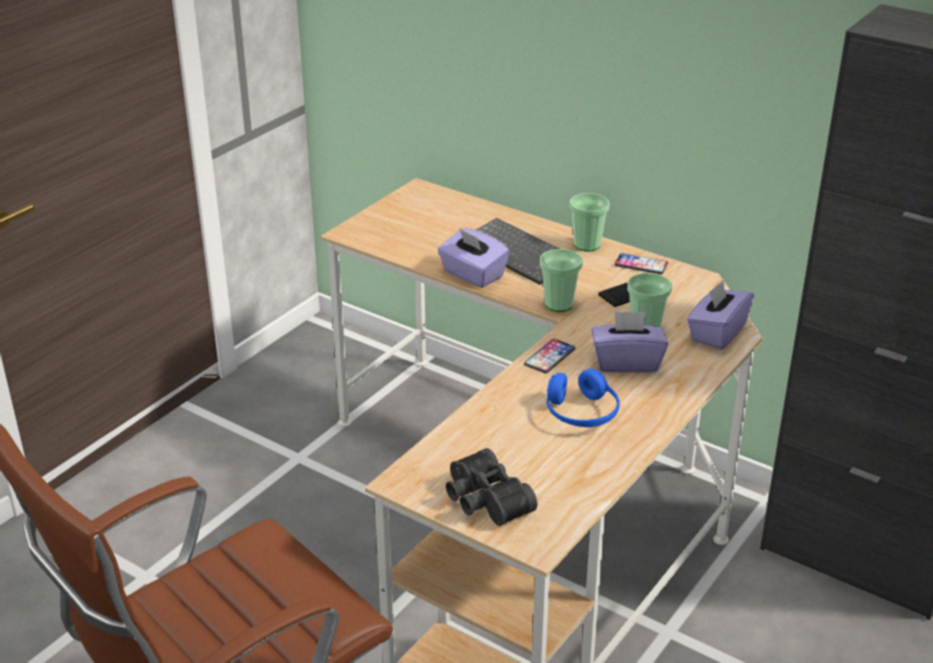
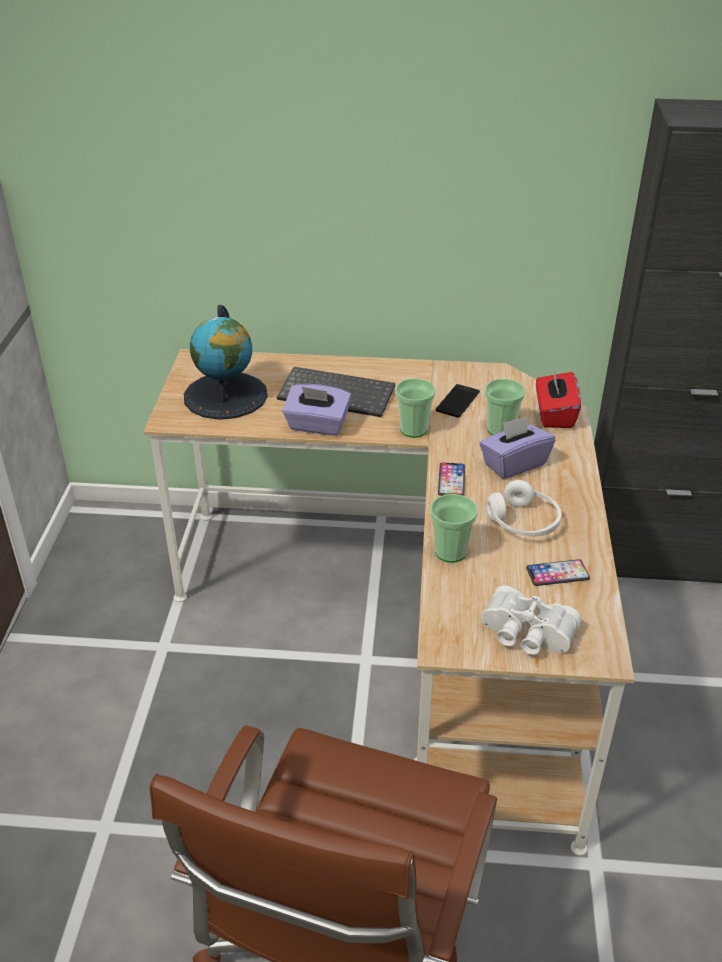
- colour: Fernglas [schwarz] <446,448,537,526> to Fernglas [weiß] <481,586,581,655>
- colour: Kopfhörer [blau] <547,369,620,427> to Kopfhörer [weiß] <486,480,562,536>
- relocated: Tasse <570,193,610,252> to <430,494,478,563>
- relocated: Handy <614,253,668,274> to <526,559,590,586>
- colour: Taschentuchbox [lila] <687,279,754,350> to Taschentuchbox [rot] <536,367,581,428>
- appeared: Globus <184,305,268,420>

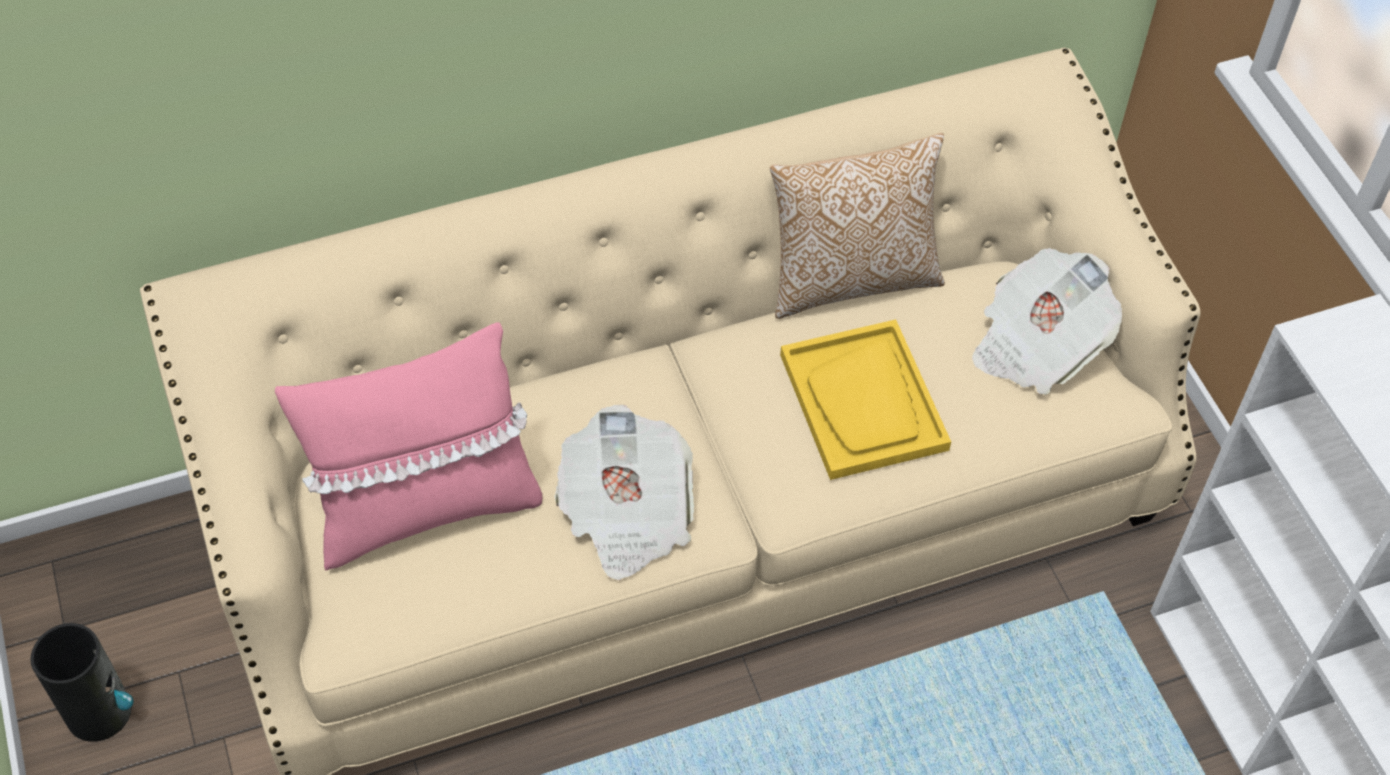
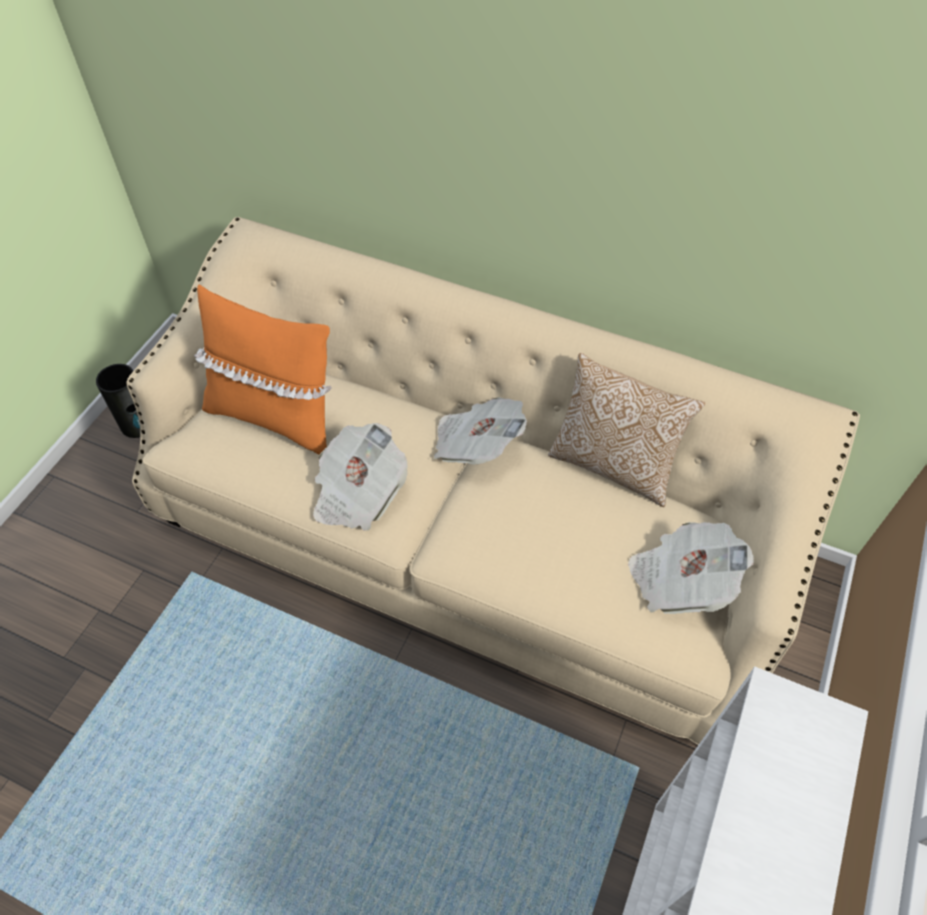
- colour: Kissen [rosa] <275,322,542,570> to Kissen [orange] <194,285,332,455>
- missing: Tablett [gelb] <780,319,951,480>
- appeared: Zeitung <434,397,527,465>

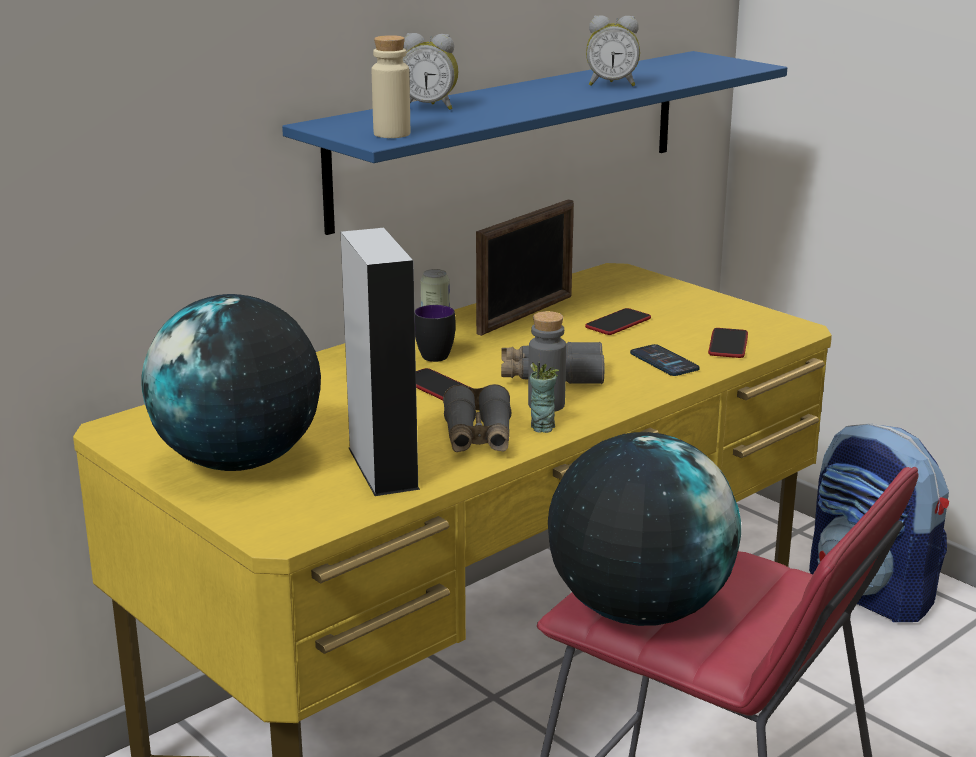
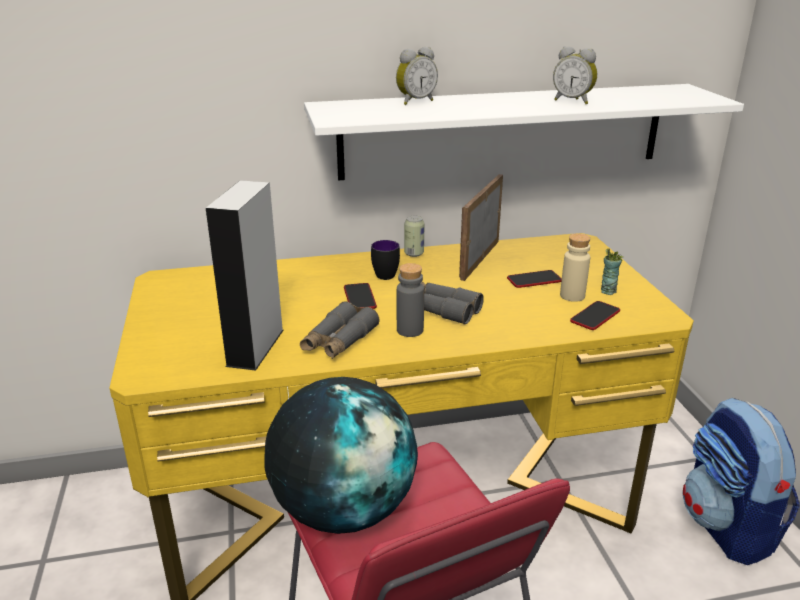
- missing: Globus <141,294,321,471>
- colour: Wandregal [blau] <282,51,787,235> to Wandregal [weiß] <304,84,744,180>
- relocated: Flasche [beige] <372,35,410,138> to <560,233,590,302>
- spun: Wecker <403,33,458,110> = <396,47,438,105> 75 degrees counterclockwise
- spun: Bilderrahmen <476,199,574,336> = <459,174,503,281> 135 degrees clockwise
- relocated: Tasse <530,362,559,433> to <601,249,623,295>
- missing: Handy <630,344,700,376>

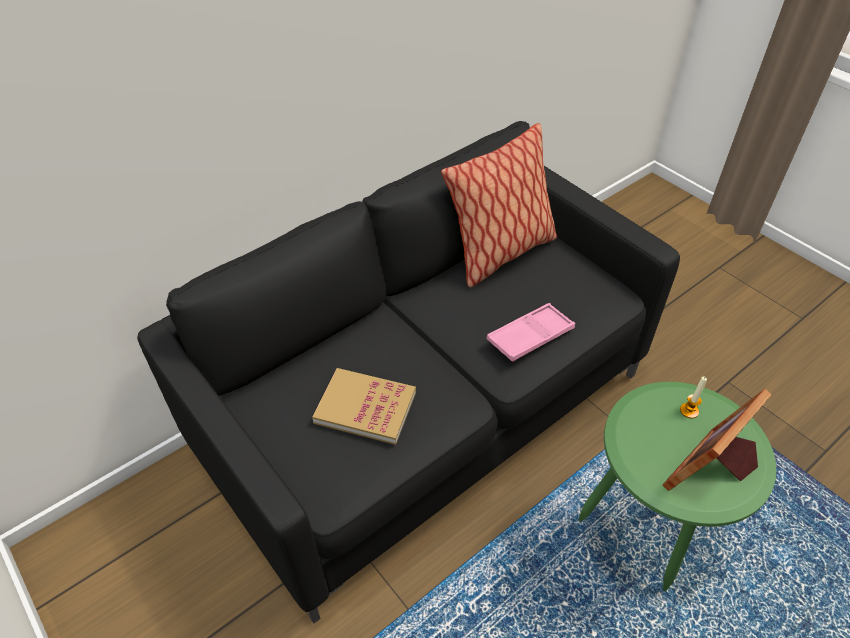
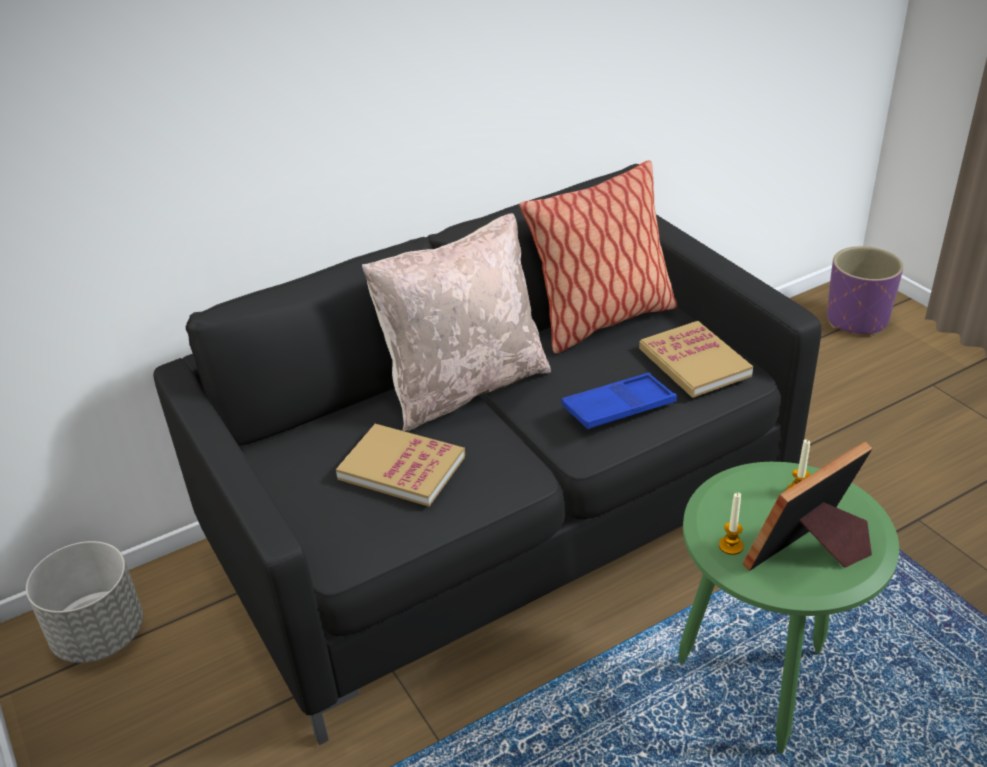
- colour: Tablett [rosa] <487,303,575,362> to Tablett [blau] <561,373,677,429>
- appeared: Pflanzkübel [grau] <26,541,143,663>
- appeared: Kissen [beige] <362,213,551,431>
- appeared: Buch <639,321,753,398>
- appeared: Kerze <719,493,744,555>
- appeared: Pflanzkübel [lila] <827,246,903,336>

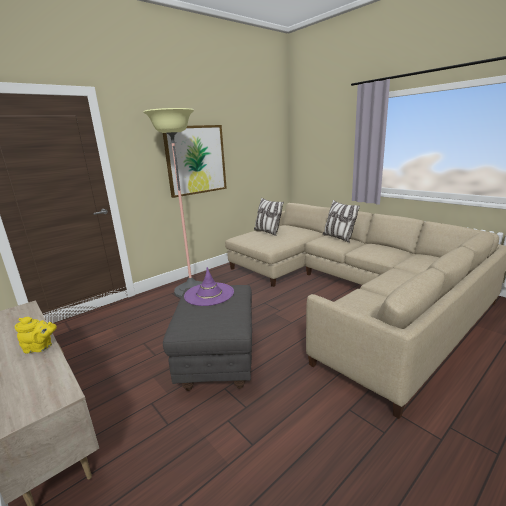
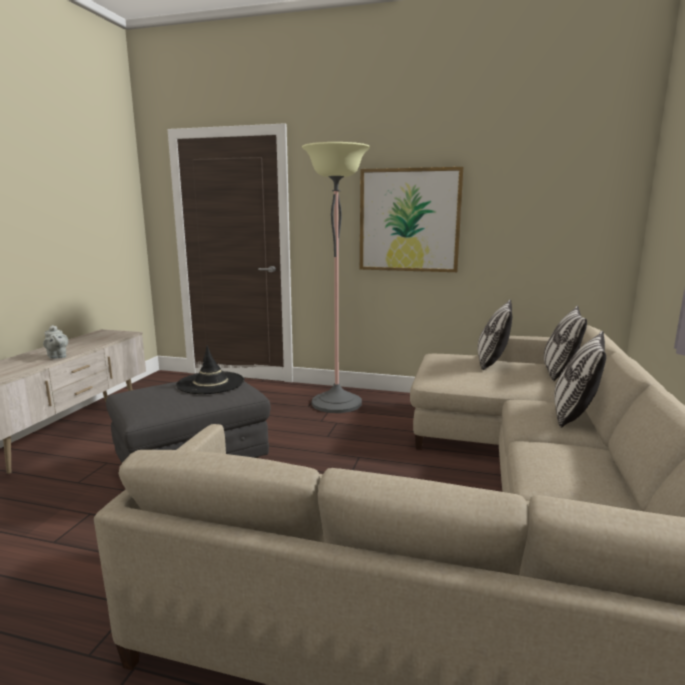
- colour: Teekanne [gelb] <15,317,57,353> to Teekanne [grau] <43,325,68,359>
- colour: Hut [lila] <184,267,234,306> to Hut [schwarz] <176,345,244,394>
- appeared: Kissen <544,305,587,381>

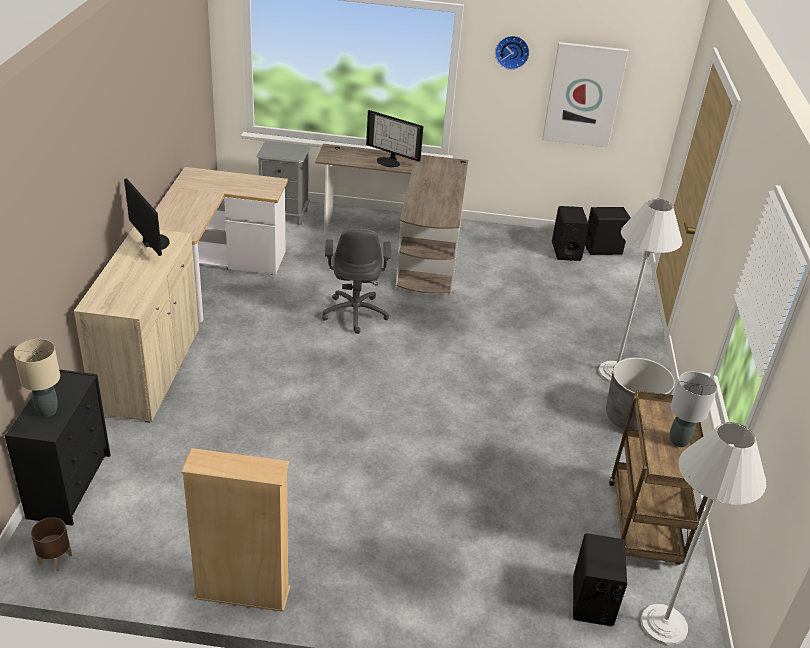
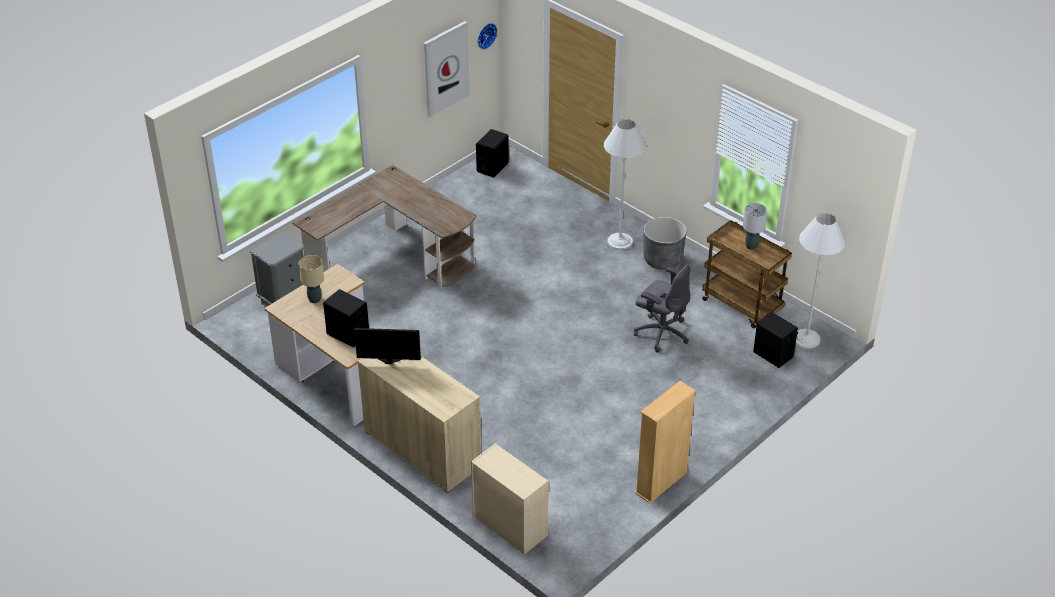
- colour: Kommode [schwarz] <4,369,111,526> to Kommode [beige] <471,443,549,555>
- relocated: Tischlampe [beige] <14,339,60,417> to <299,255,324,303>
- missing: Pflanzkübel [braun] <31,517,72,572>
- relocated: Bürostuhl [grau] <322,229,391,334> to <634,265,690,353>
- missing: Monitor <366,110,423,167>
- relocated: Wanduhr <495,36,530,70> to <478,23,497,50>
- relocated: Lautsprecher [schwarz] <552,206,589,261> to <323,289,369,348>

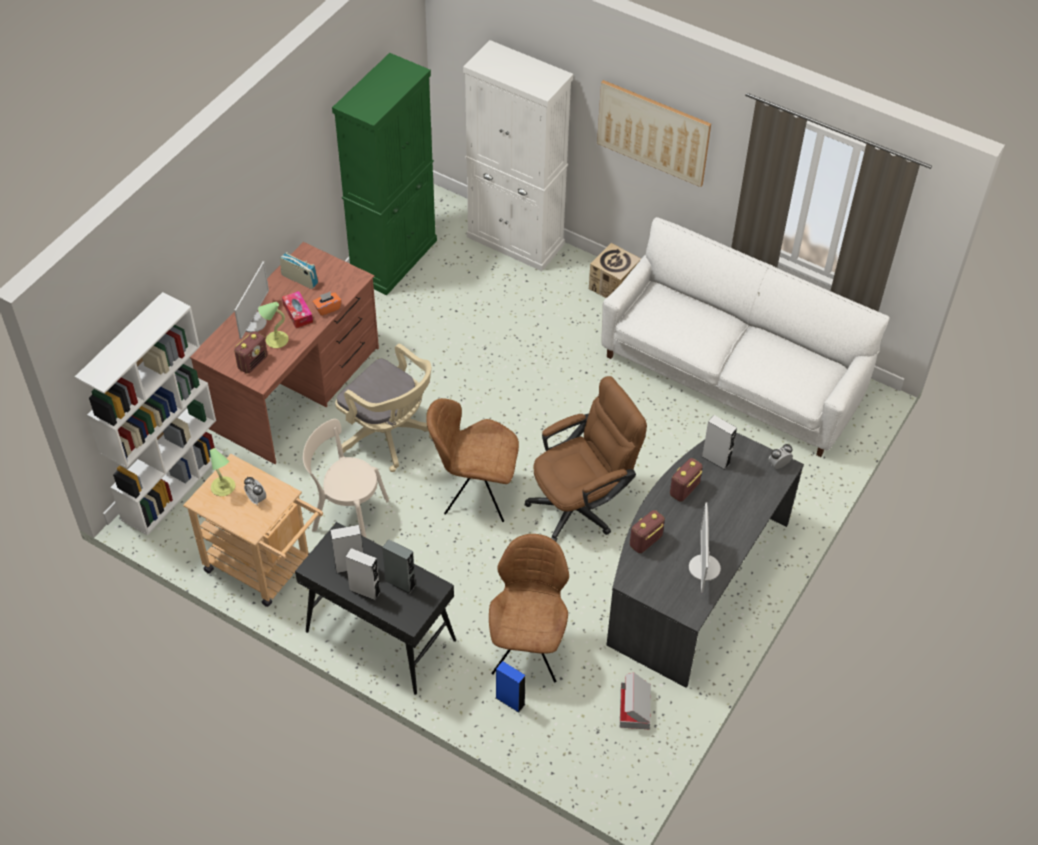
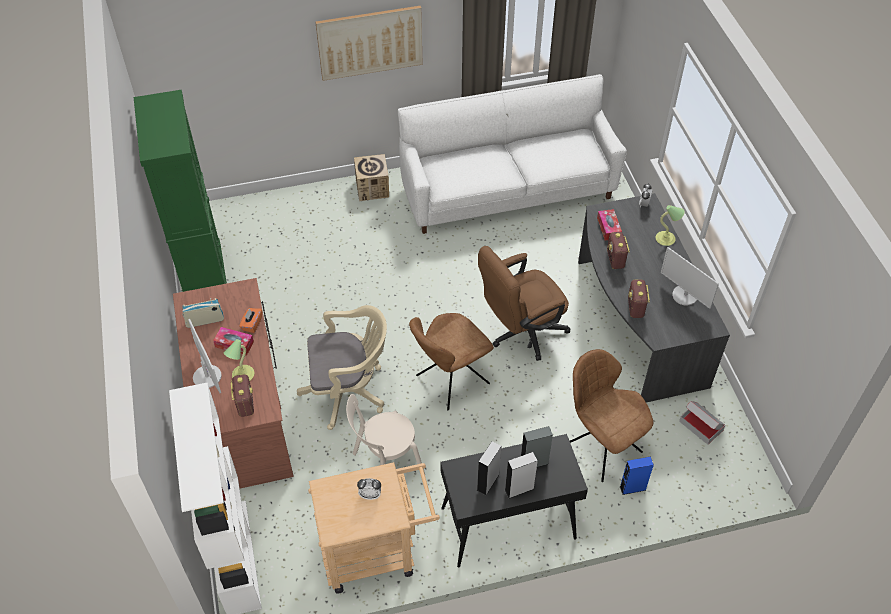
- relocated: Tischlampe <210,448,235,496> to <655,205,685,246>
- missing: Schrank [weiß] <463,40,573,271>
- spun: Bürostuhl [braun] <524,376,647,542> = <478,246,570,361> 135 degrees counterclockwise
- exchanged: Lautsprecher [grau] <702,415,737,470> to Taschentuchbox <597,209,622,241>

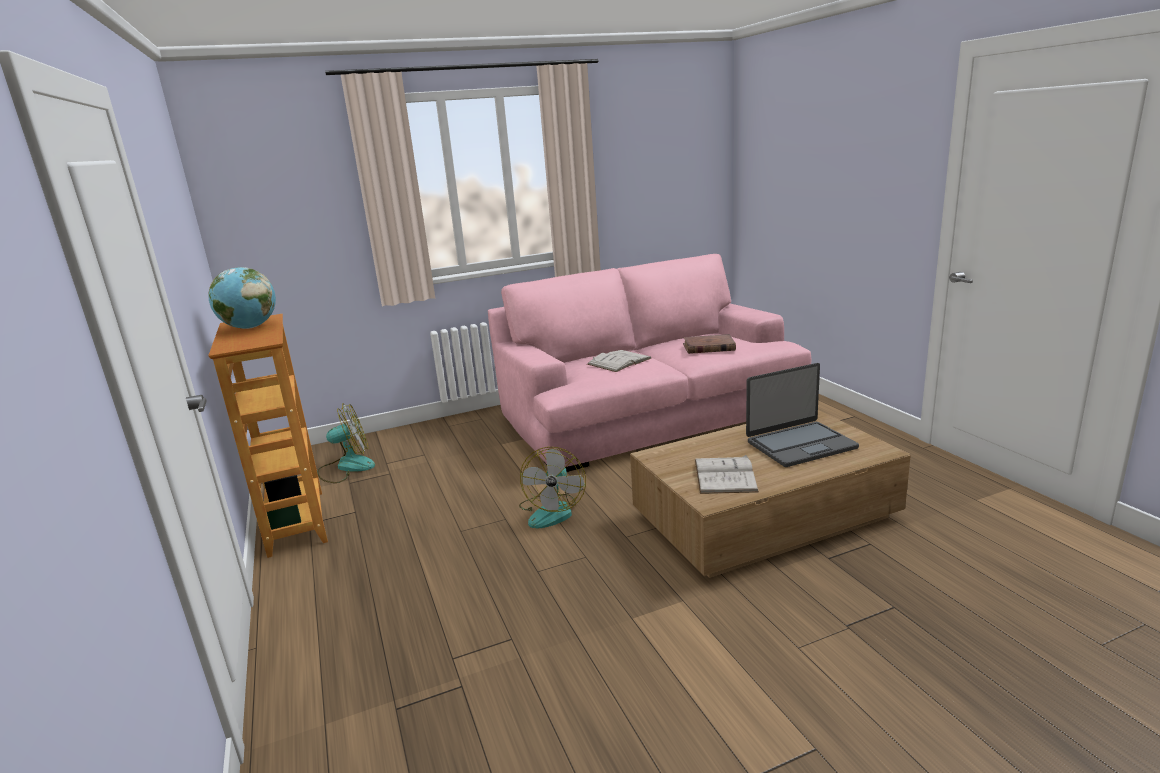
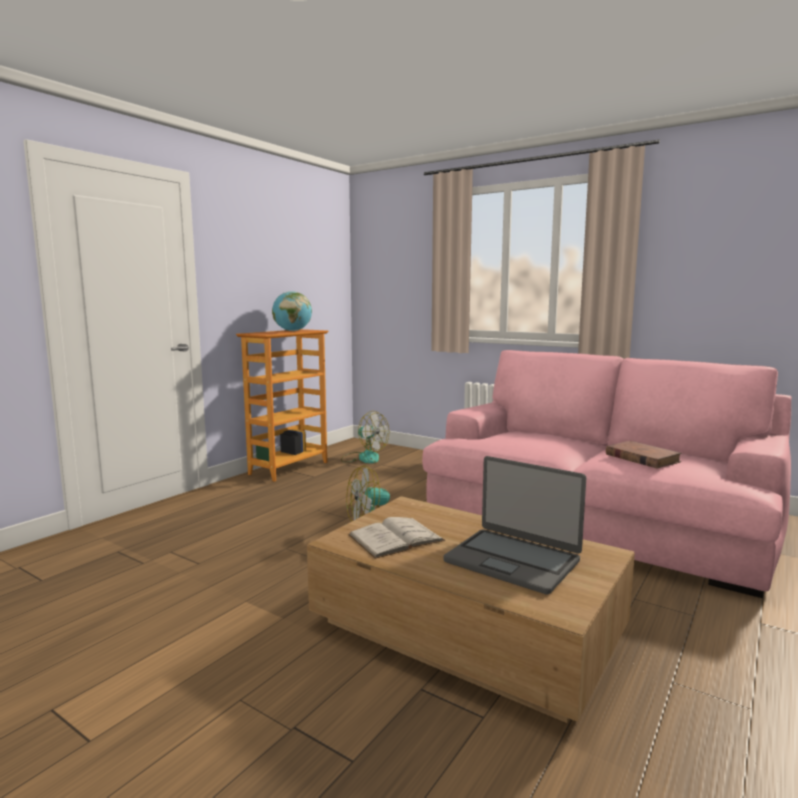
- missing: Buch [weiß] <587,350,651,372>

